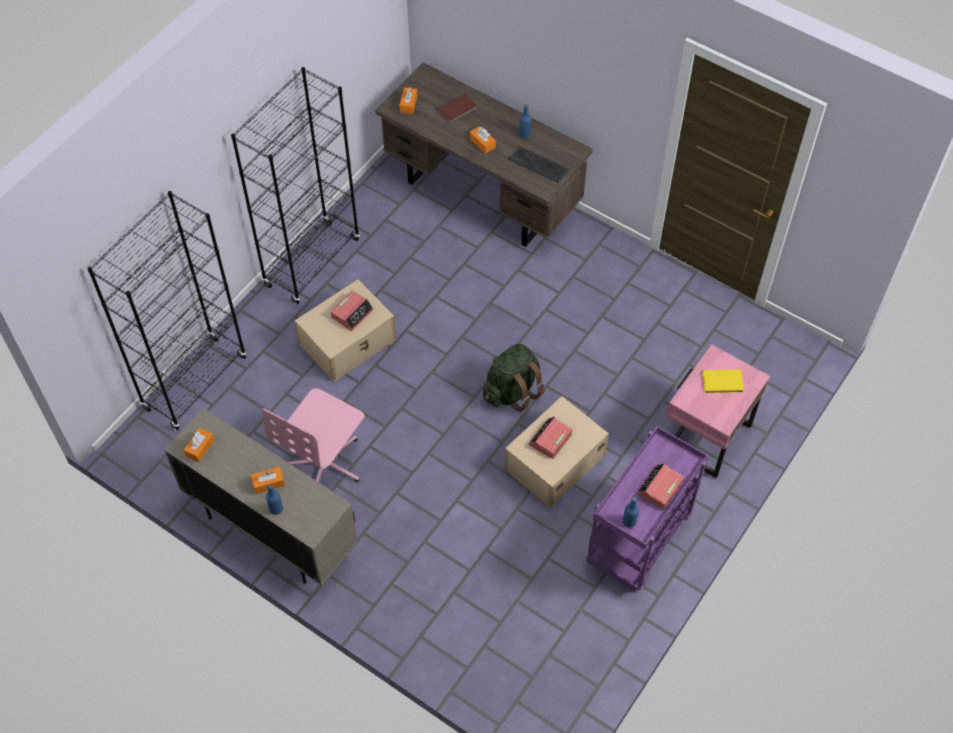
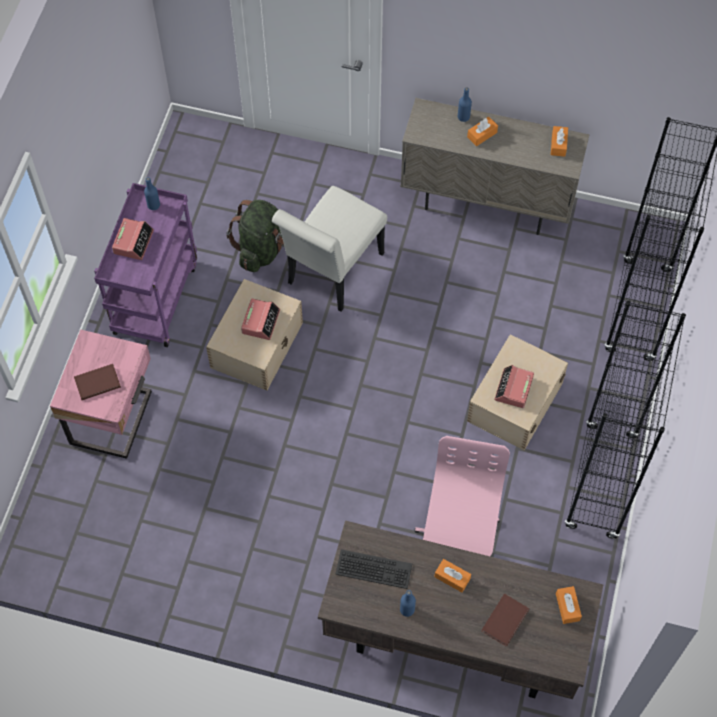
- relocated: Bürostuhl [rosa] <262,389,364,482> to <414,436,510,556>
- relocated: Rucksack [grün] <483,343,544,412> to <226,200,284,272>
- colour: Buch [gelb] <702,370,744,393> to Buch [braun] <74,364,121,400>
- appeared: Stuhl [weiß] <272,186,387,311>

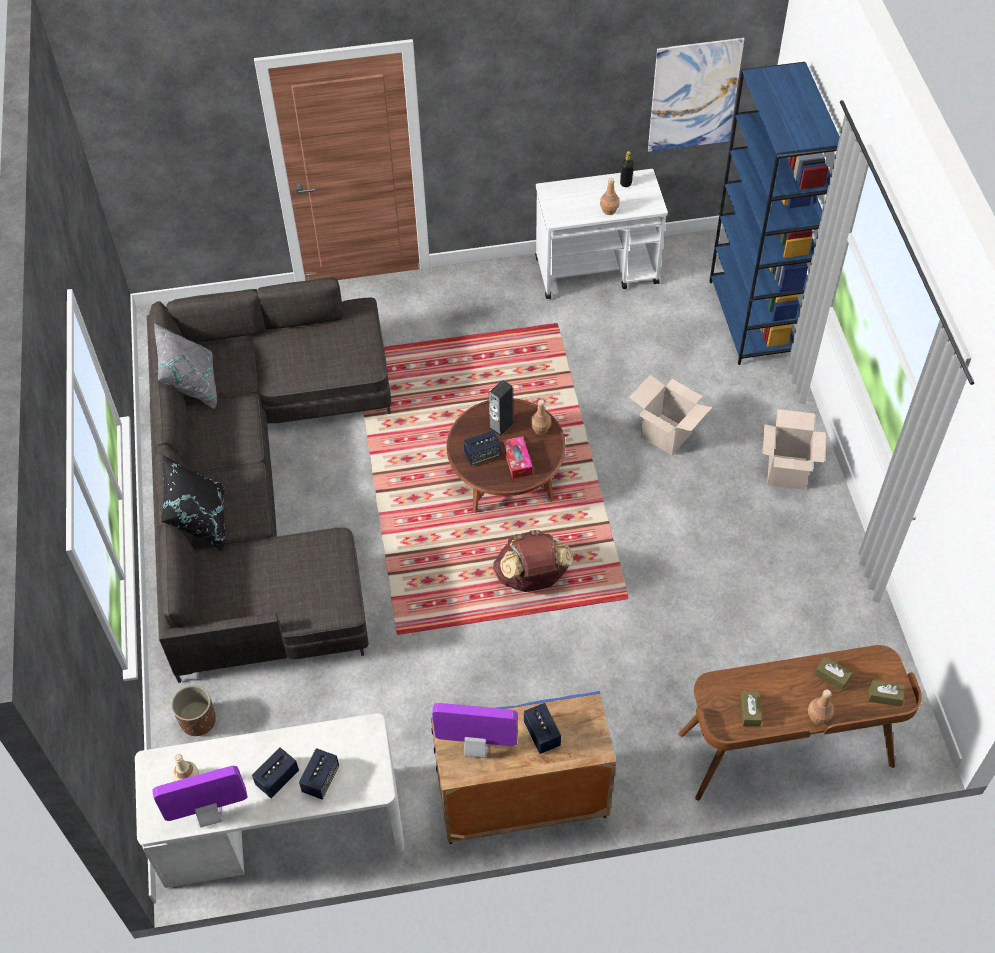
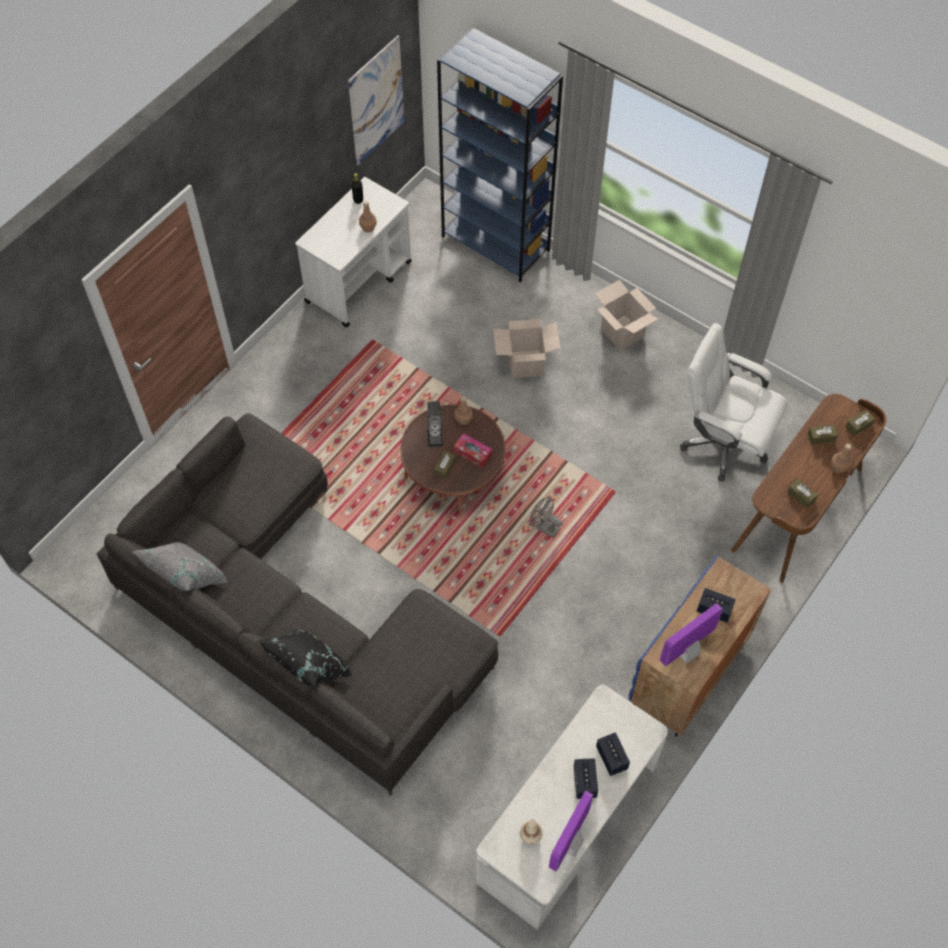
- missing: Pflanzkübel [braun] <171,685,216,736>
- exchanged: Lautsprecher <463,430,501,465> to Taschentuchbox [braun] <434,451,456,479>
- exchanged: Rucksack [braun] <493,530,573,592> to Ventilator [grau] <530,497,563,538>
- appeared: Bürostuhl [weiß] <680,323,788,481>

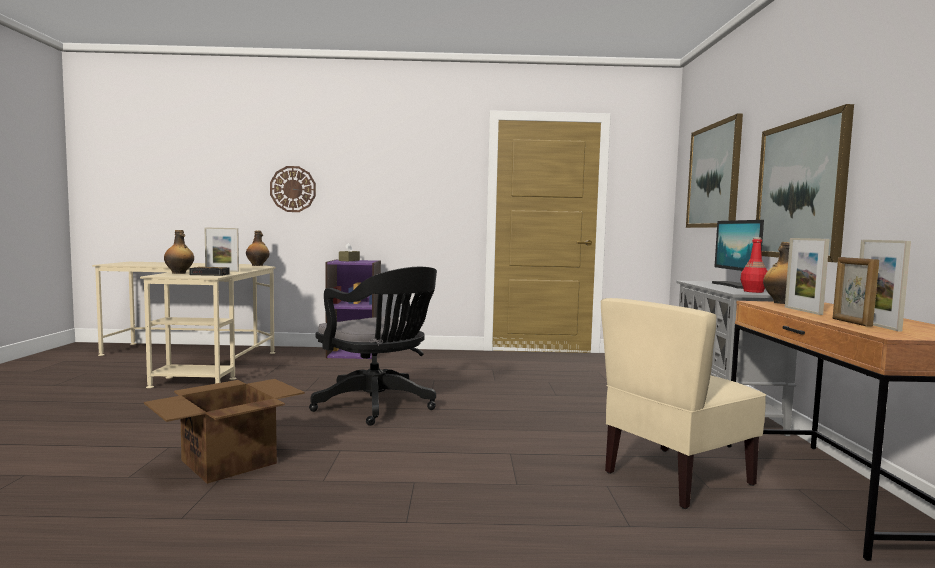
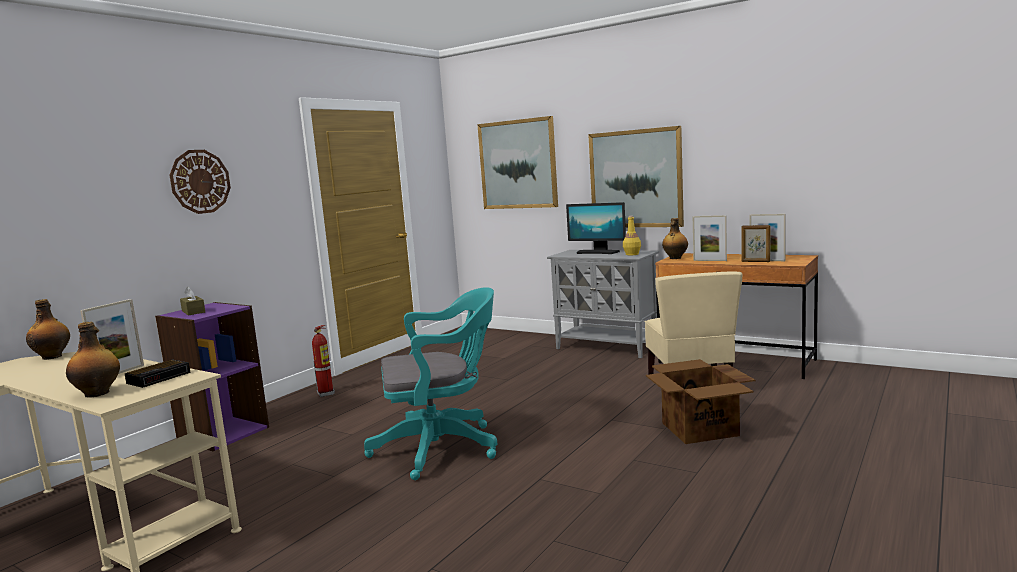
- relocated: Karton <144,379,305,484> to <646,359,755,444>
- relocated: Wanduhr <270,166,316,212> to <170,150,231,214>
- colour: Bürostuhl [schwarz] <309,267,437,426> to Bürostuhl [türkis] <364,287,497,480>
- colour: Flasche [rot] <740,237,767,293> to Flasche [gelb] <623,216,641,255>
- appeared: Feuerlöscher <312,325,335,397>

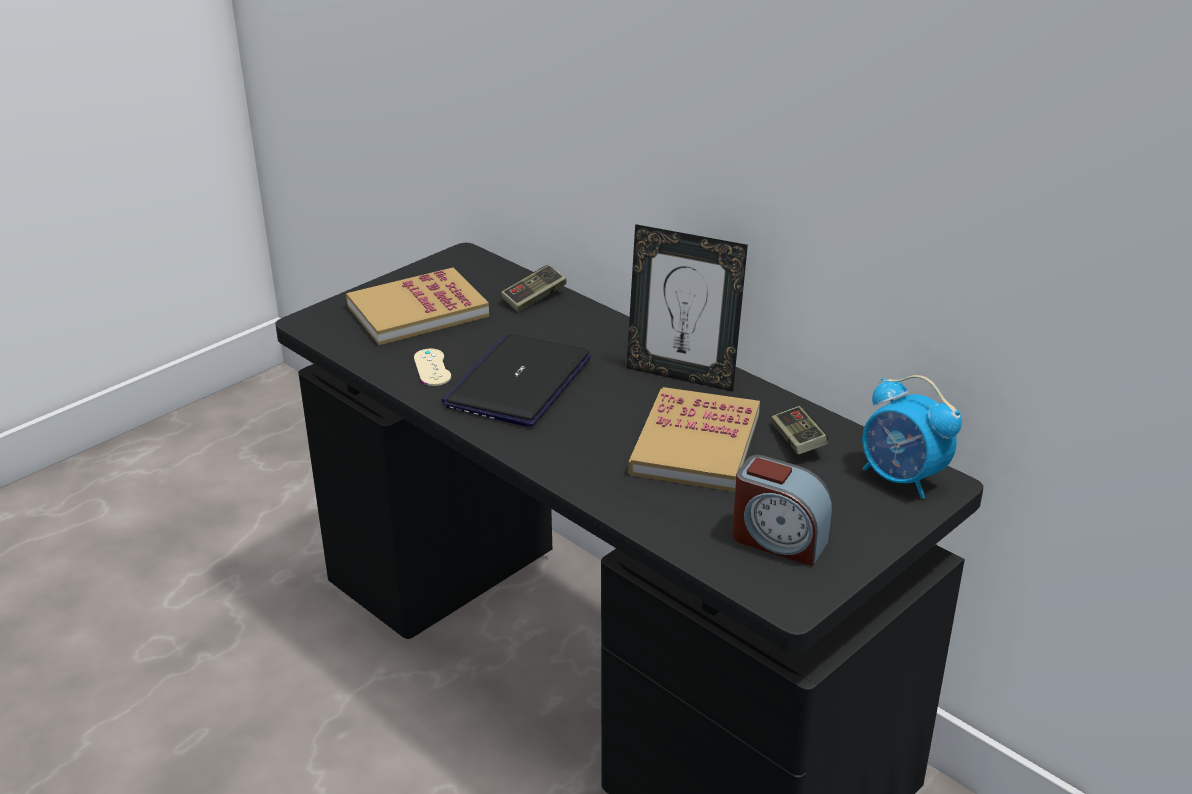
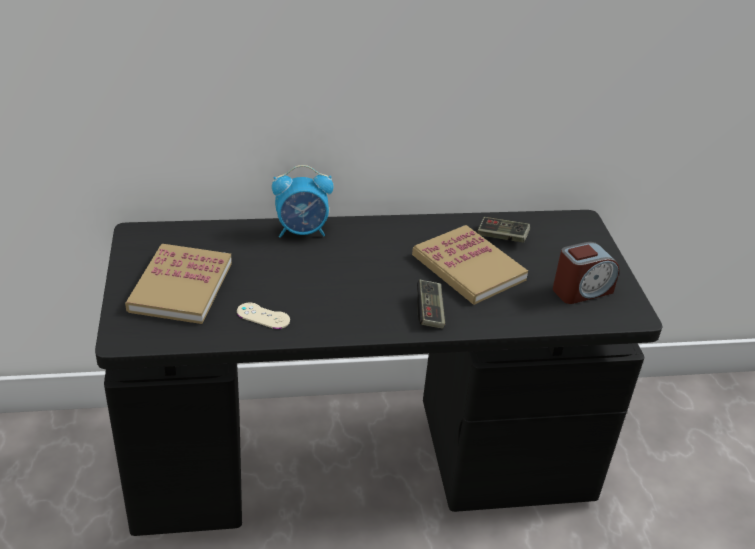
- missing: Laptop <441,334,591,427>
- relocated: Gamepad <501,264,566,312> to <417,280,445,329>
- missing: Bilderrahmen <626,224,748,392>
- relocated: Wecker <862,375,962,499> to <272,165,334,238>

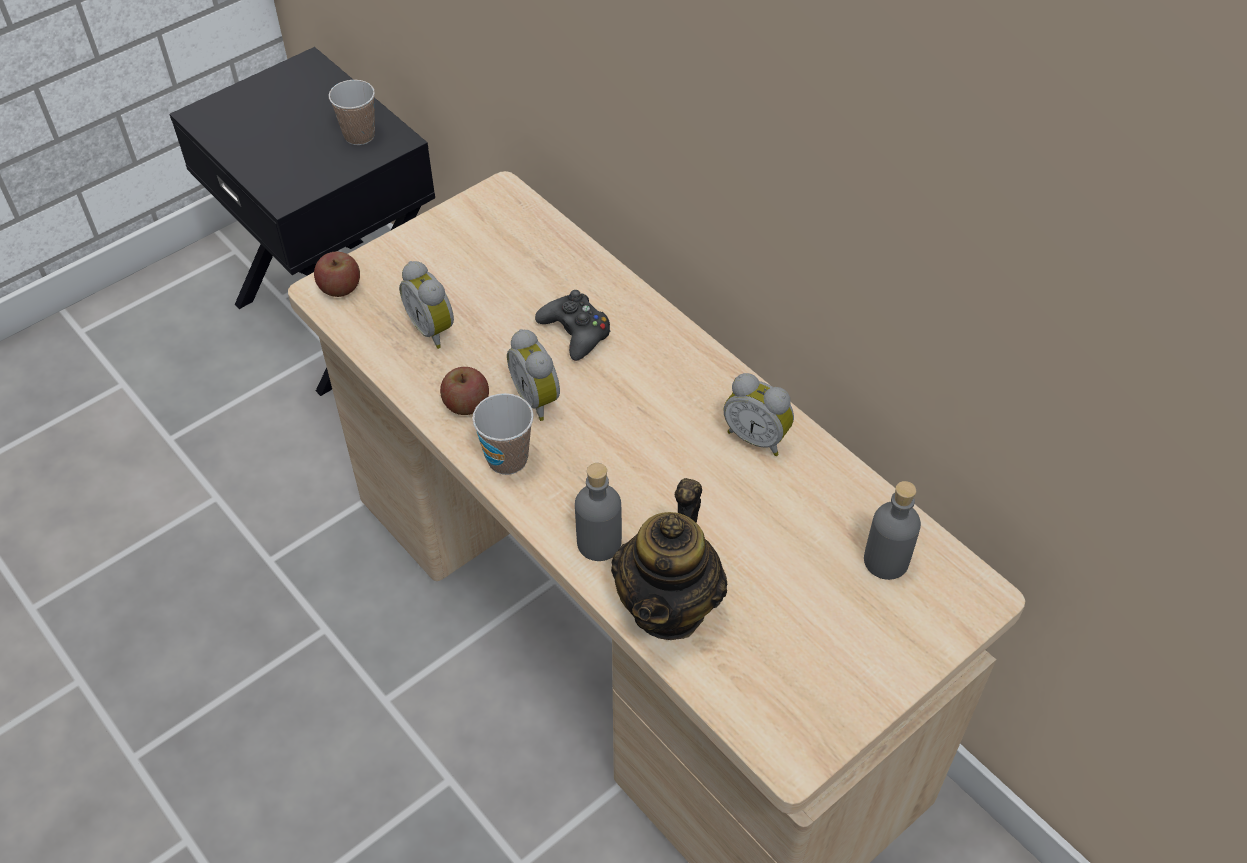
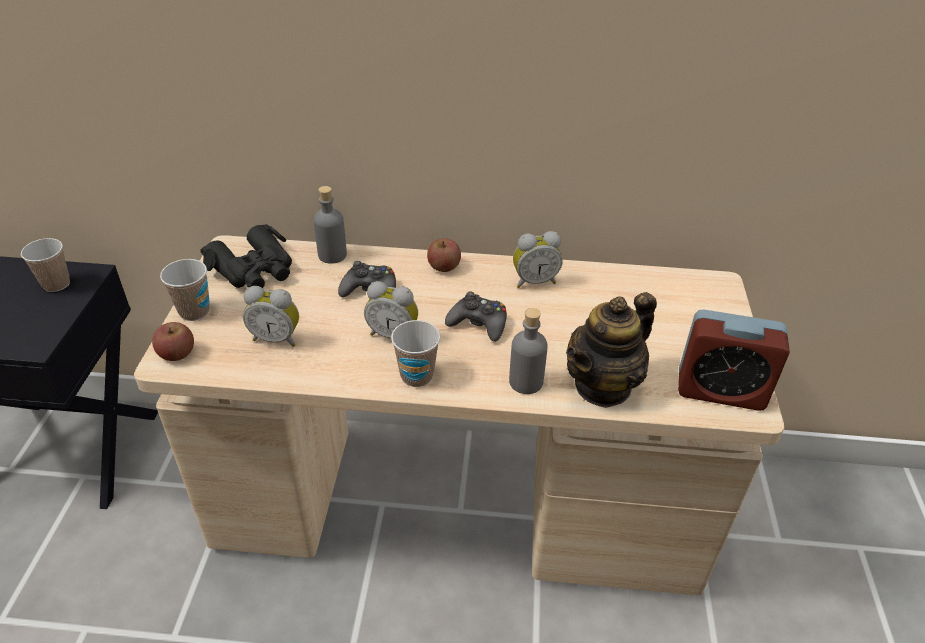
- relocated: Apfel <440,367,489,415> to <427,238,461,272>
- spun: Teekanne <611,478,728,640> = <566,292,657,408> 75 degrees clockwise
- relocated: Flasche [grau] <864,481,921,580> to <313,186,347,264>
- appeared: Tasse <160,259,210,321>
- appeared: Fernglas [schwarz] <200,224,292,288>
- appeared: Gamepad [schwarz] <445,292,507,342>
- appeared: Wecker <678,309,790,411>

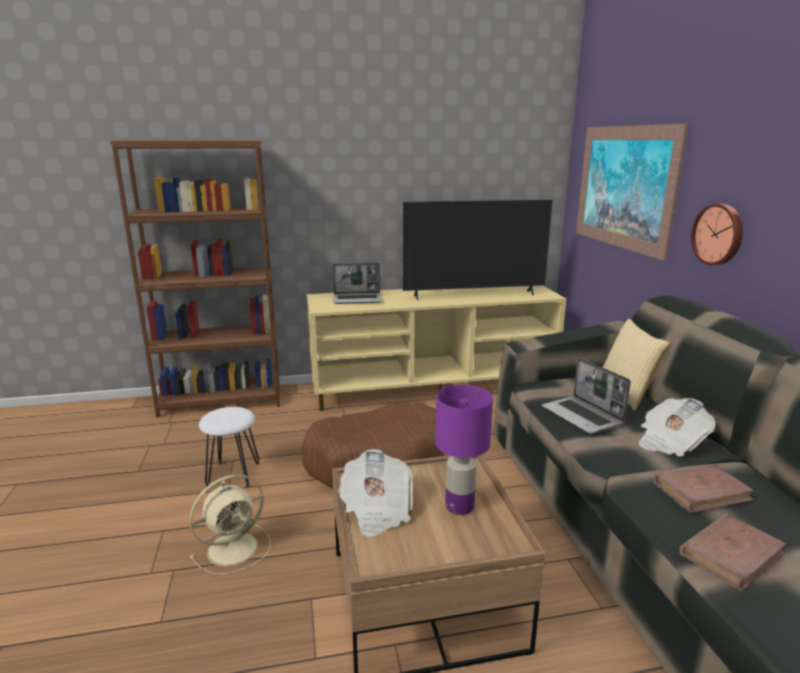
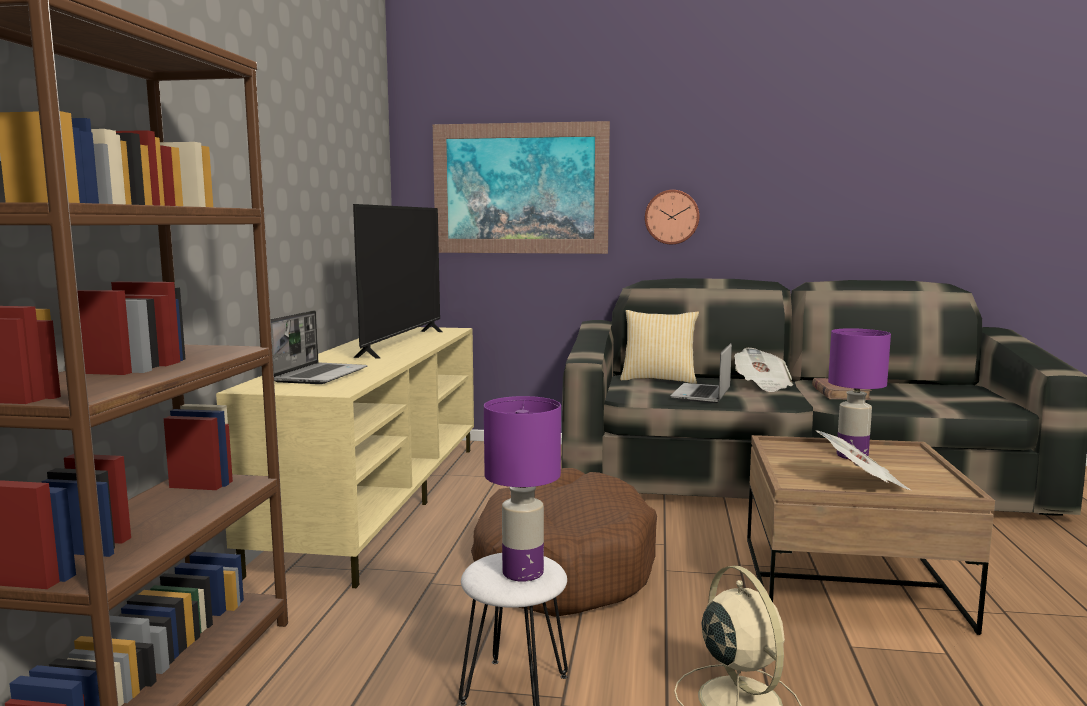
- spun: Laptop <542,358,631,434> = <670,343,732,403> 120 degrees clockwise
- missing: Buch [braun] <680,513,786,592>
- appeared: Tischlampe [lila] <484,396,561,582>

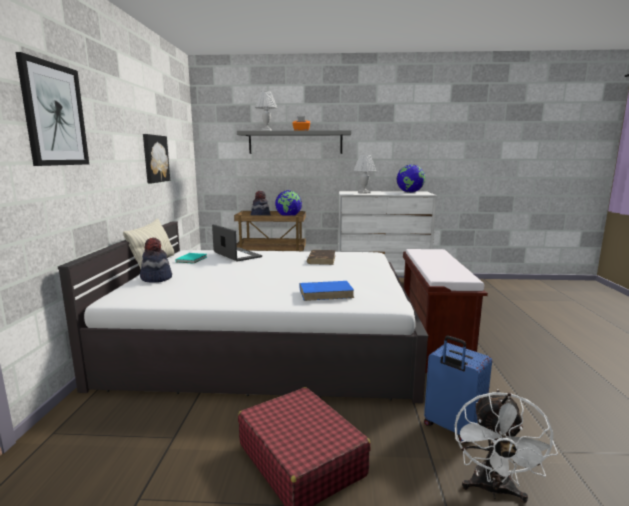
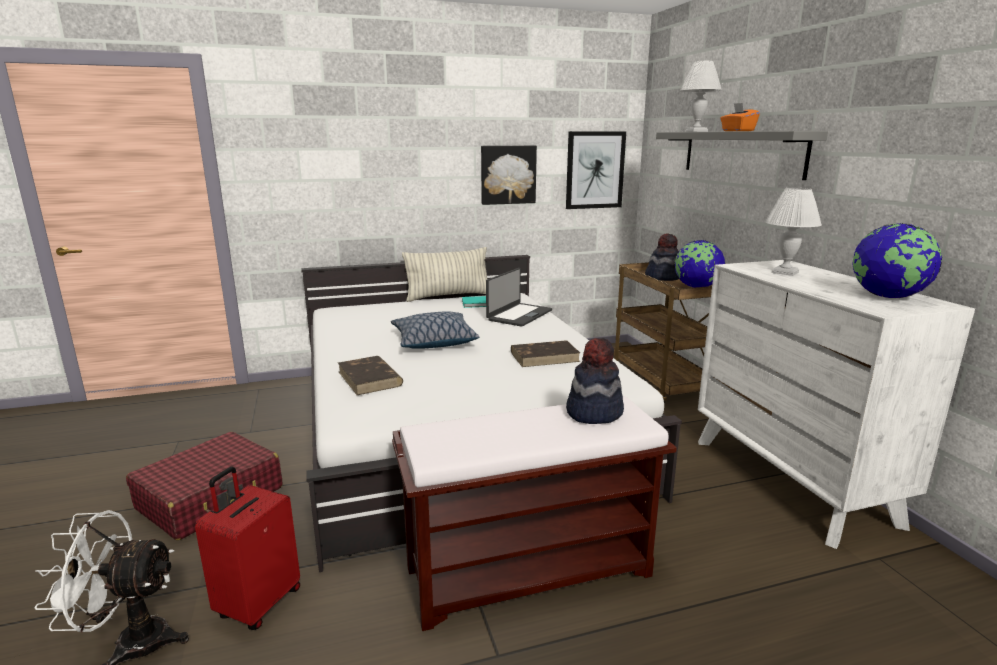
- relocated: Bild <15,52,89,166> to <566,131,626,209>
- relocated: Hut <140,238,172,283> to <566,338,624,424>
- colour: Buch [blau] <299,281,355,301> to Buch [braun] <338,356,403,395>
- colour: Koffer [blau] <424,336,492,443> to Koffer [rot] <195,467,300,630>
- appeared: Kissen <391,311,479,349>

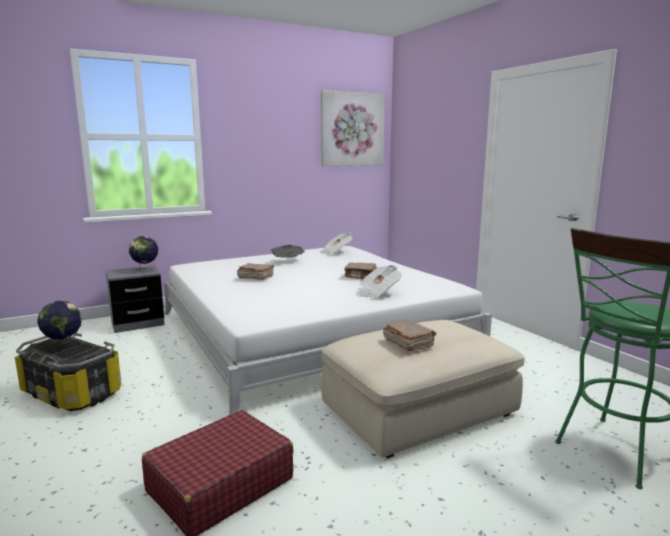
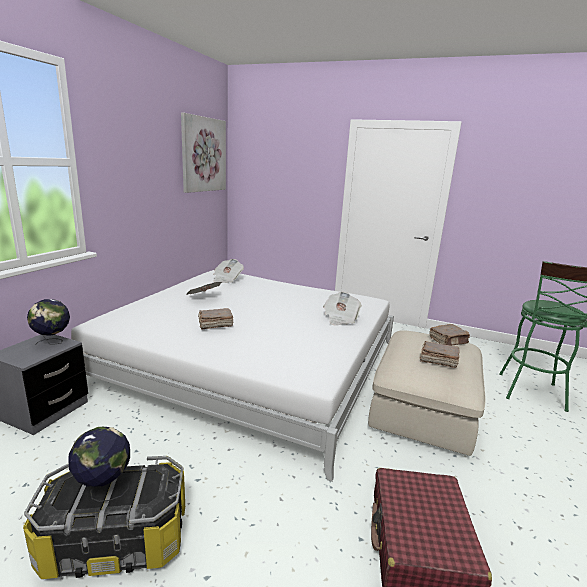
- relocated: Buch [braun] <344,263,377,279> to <429,324,470,346>

